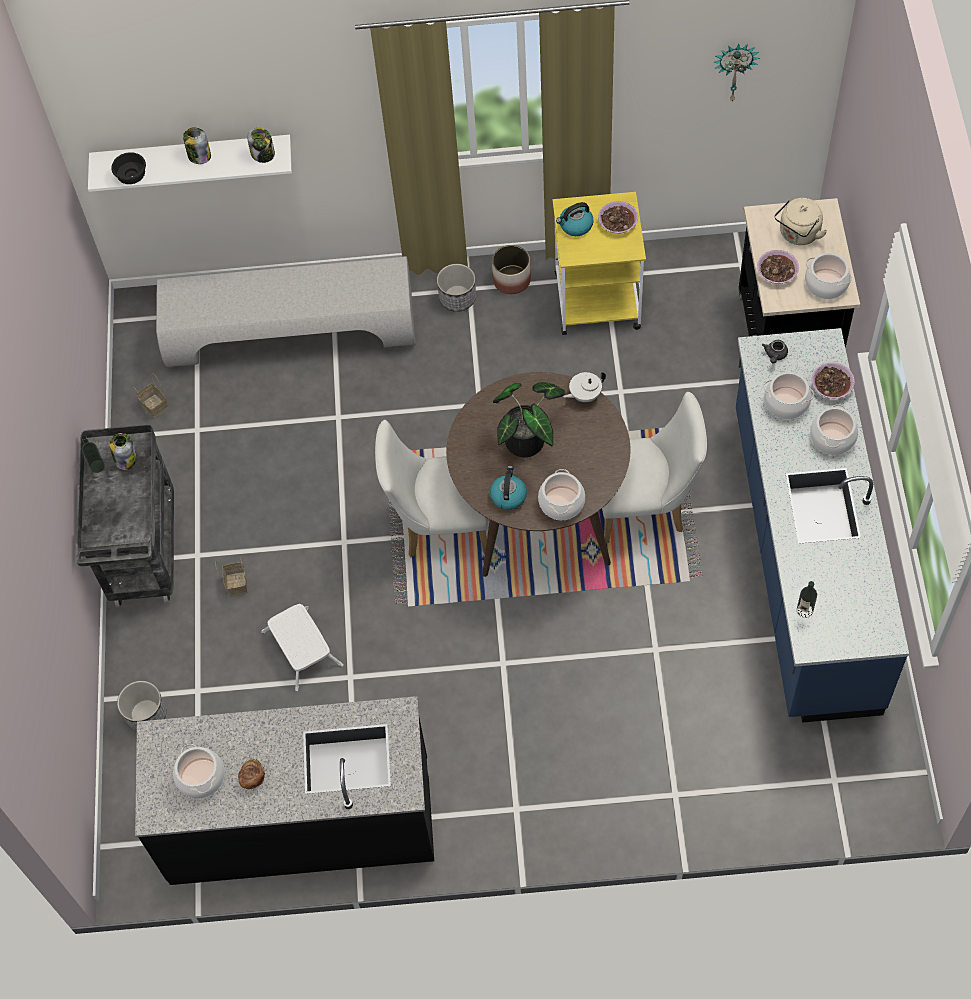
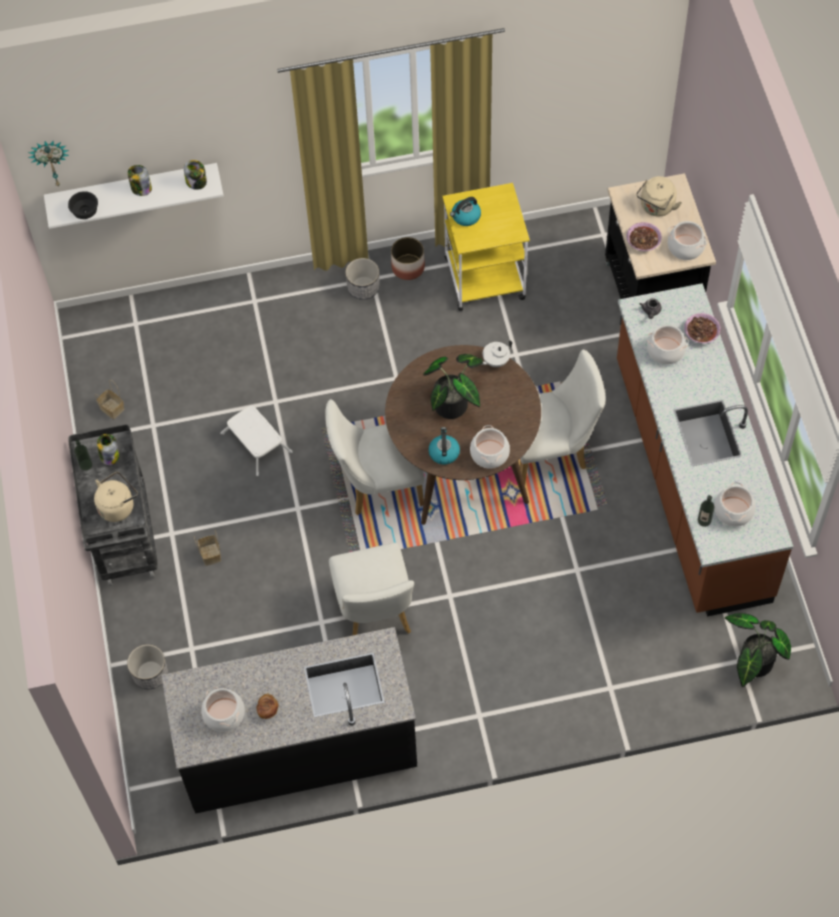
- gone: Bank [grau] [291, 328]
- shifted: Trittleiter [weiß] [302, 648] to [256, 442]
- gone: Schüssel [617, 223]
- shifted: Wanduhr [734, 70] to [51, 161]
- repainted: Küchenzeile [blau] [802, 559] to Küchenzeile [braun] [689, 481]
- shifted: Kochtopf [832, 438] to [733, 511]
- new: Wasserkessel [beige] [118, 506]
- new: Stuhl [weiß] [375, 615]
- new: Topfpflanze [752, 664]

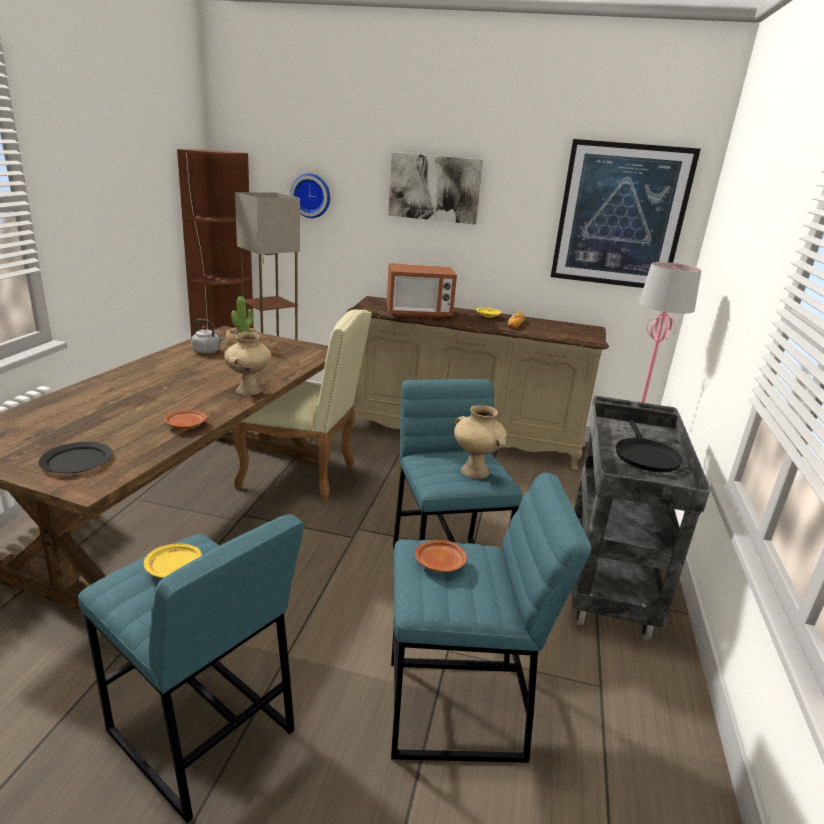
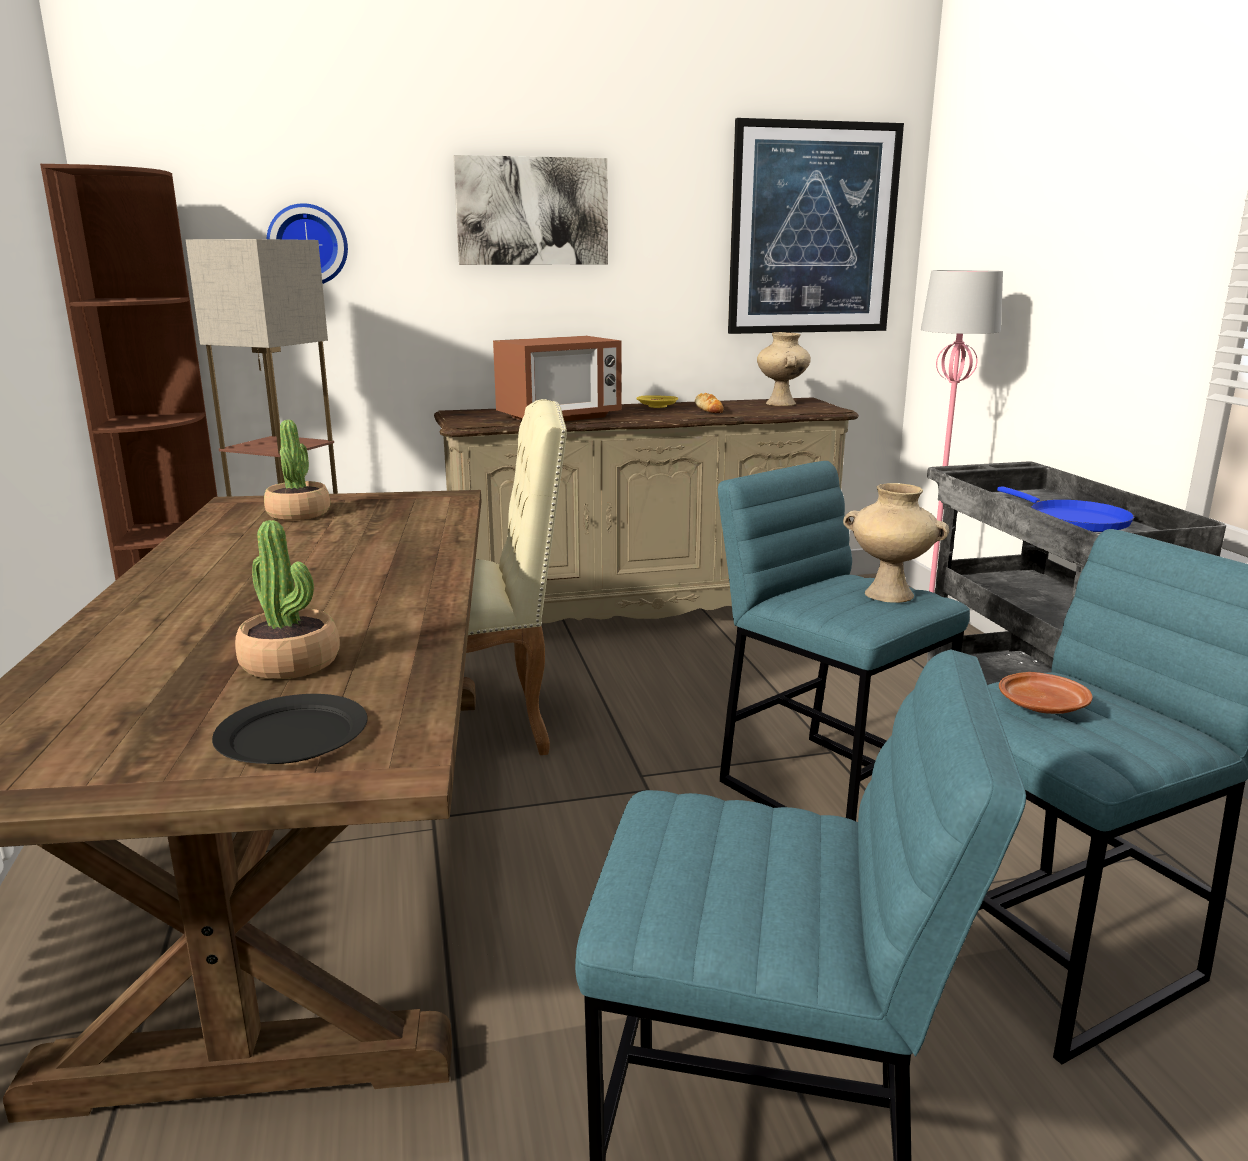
- gone: Teller [gelb] [175, 569]
- gone: Teller [braun] [185, 425]
- gone: Wasserkessel [grau] [208, 351]
- shifted: Vase [beige] [249, 391] to [781, 404]
- repainted: Pfanne [schwarz] [645, 456] to Pfanne [blau] [1073, 520]
- new: Topfpflanze [290, 663]

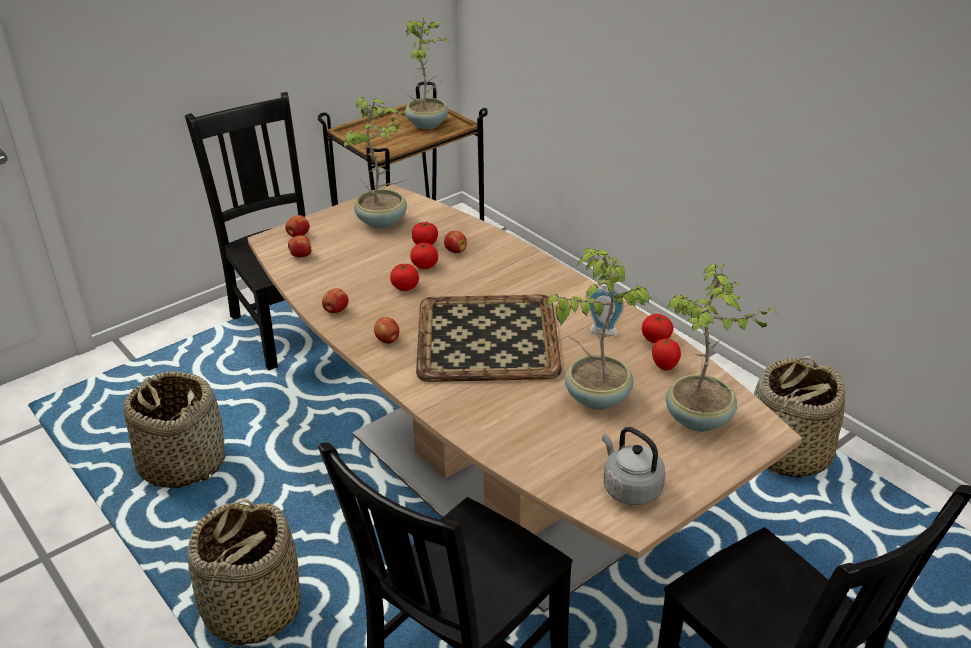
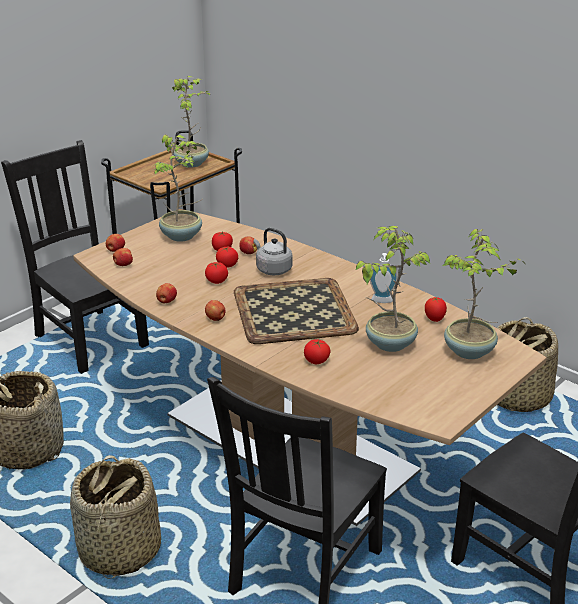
- shifted: Wasserkessel [grau] [629, 488] to [272, 269]
- shifted: Tomate [656, 339] to [316, 361]

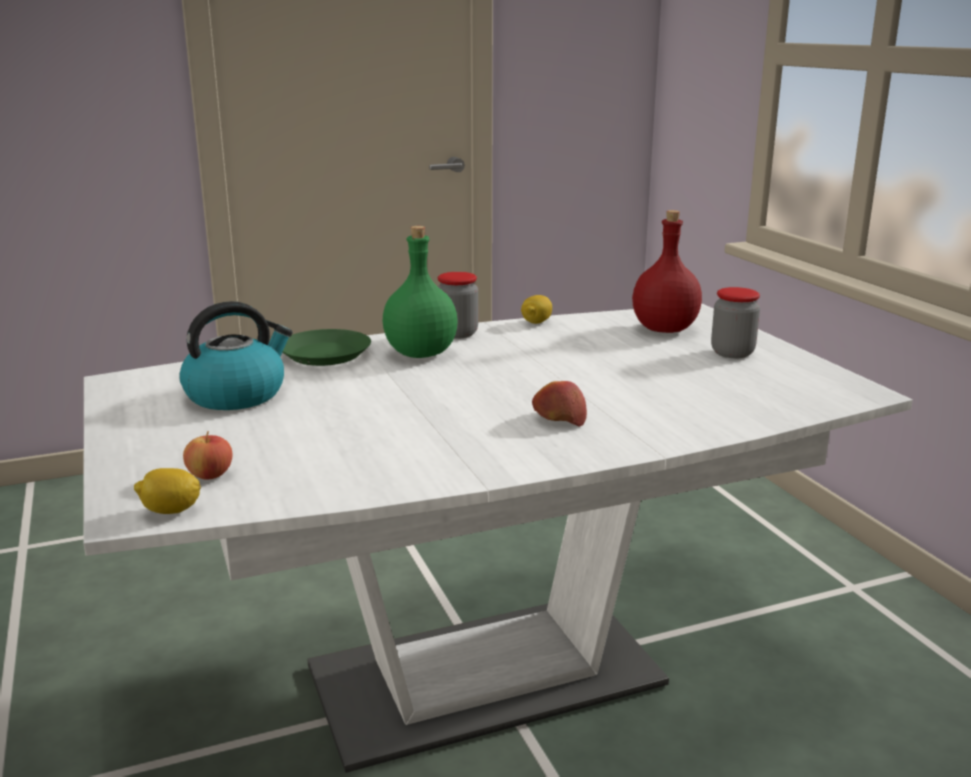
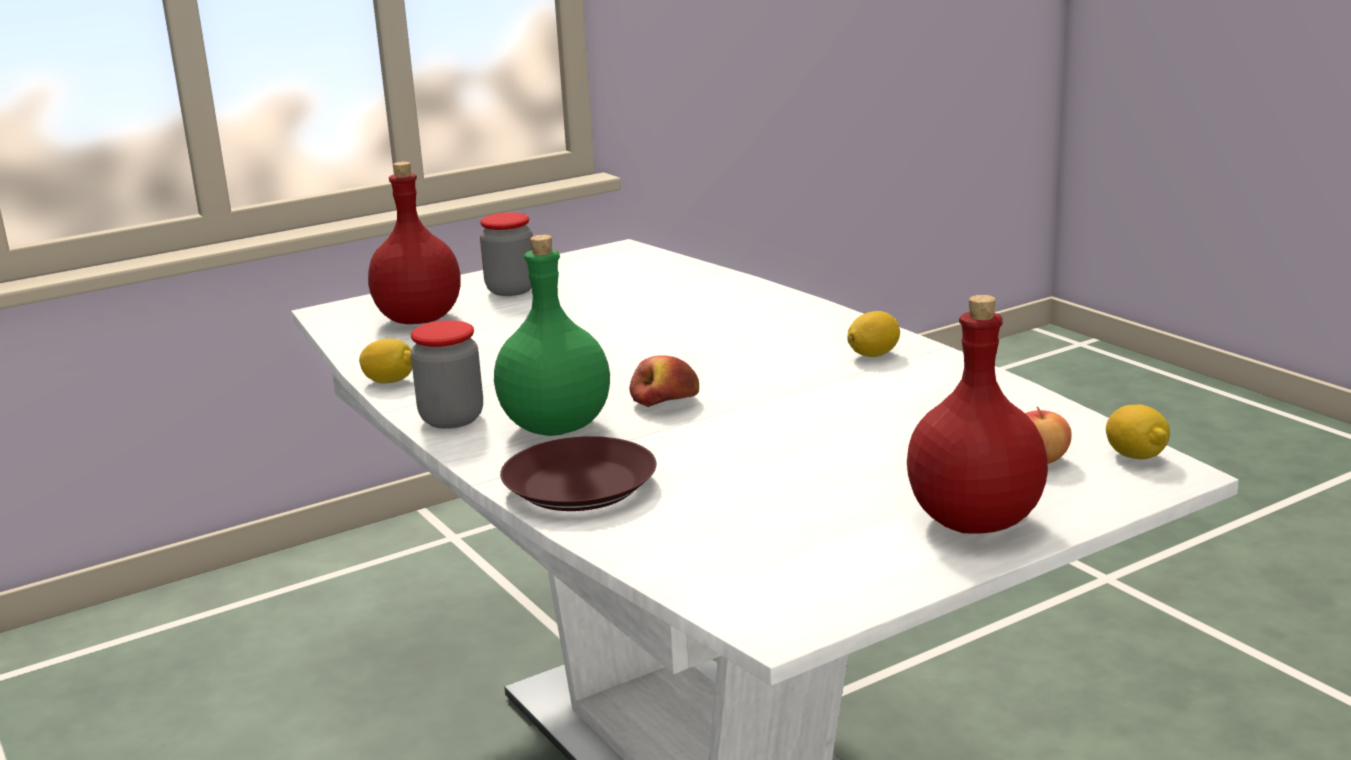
- gone: Wasserkessel [237, 395]
- repainted: Teller [grün] [325, 355] to Teller [braun] [581, 486]
- shifted: Apfel [558, 418] to [665, 402]
- new: Zitrone [874, 354]
- new: Flasche [rot] [977, 521]

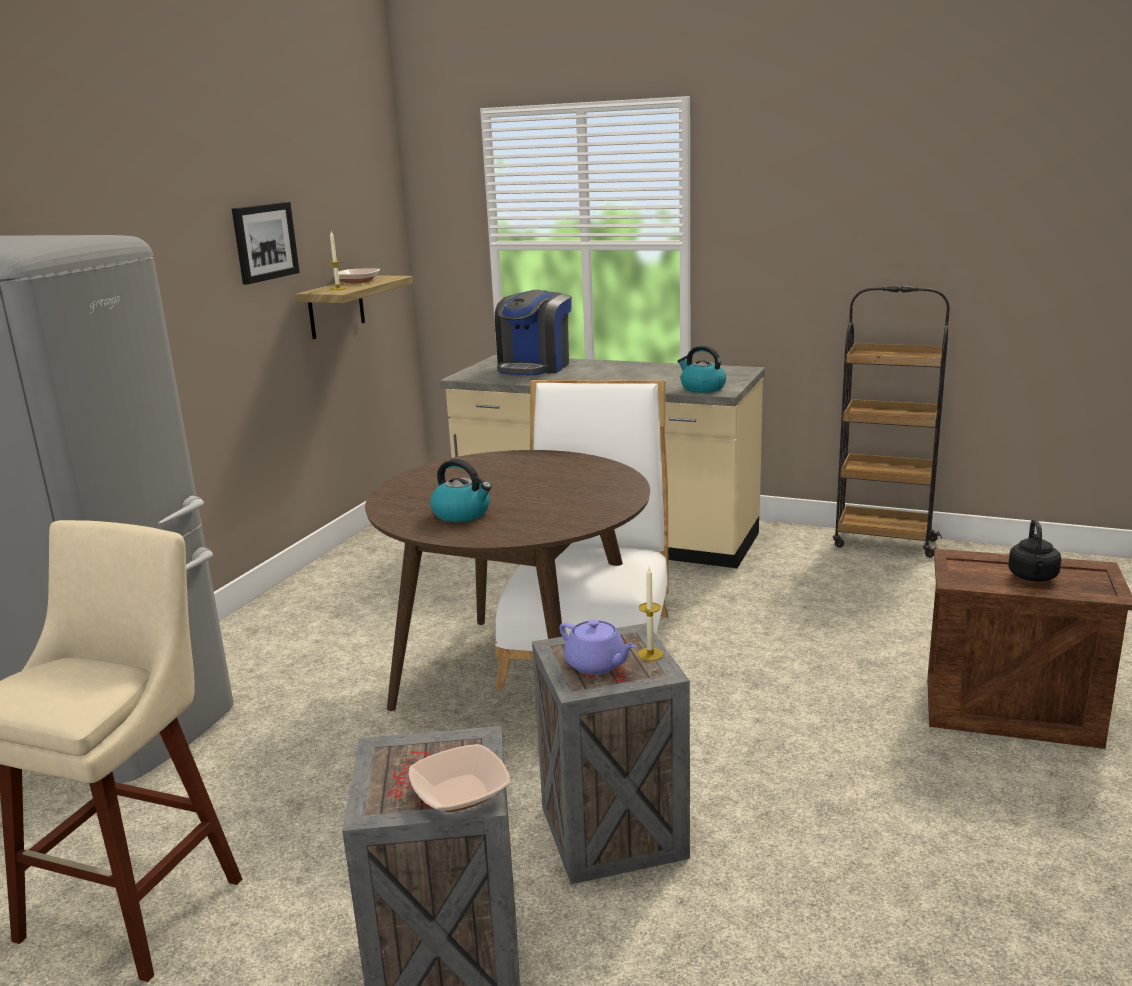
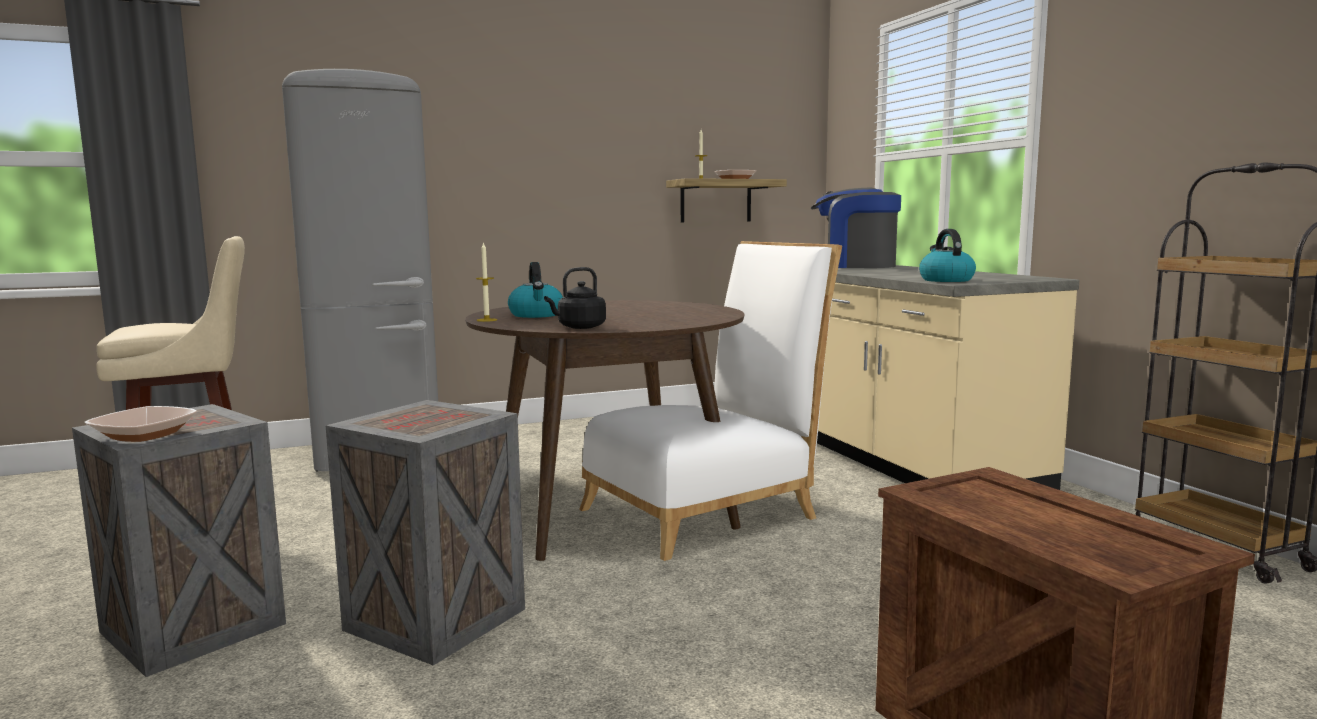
- gone: Bild [264, 242]
- rotated: Kaffeemaschine [534, 367] = [854, 266] 45 degrees clockwise
- gone: Teekanne [lila] [596, 665]
- shifted: Kerze [650, 654] to [486, 320]
- shifted: Wasserkessel [schwarz] [1033, 577] to [579, 327]

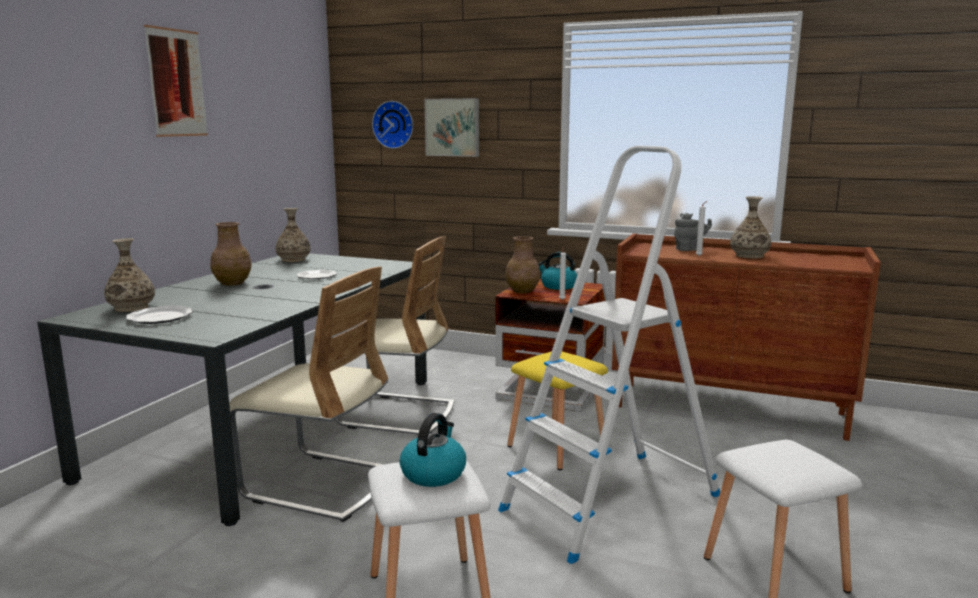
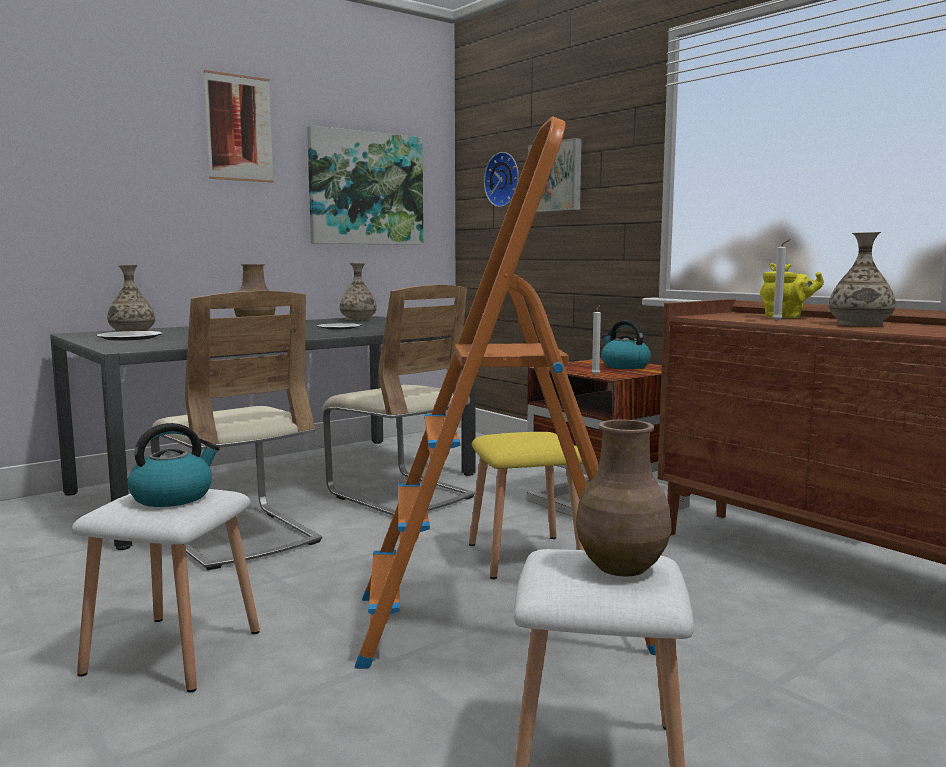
- repainted: Trittleiter [weiß] [610, 502] to Trittleiter [orange] [500, 624]
- shifted: Vase [braun] [523, 291] to [622, 567]
- repainted: Teekanne [grau] [689, 249] to Teekanne [gelb] [786, 318]
- new: Bild [366, 188]

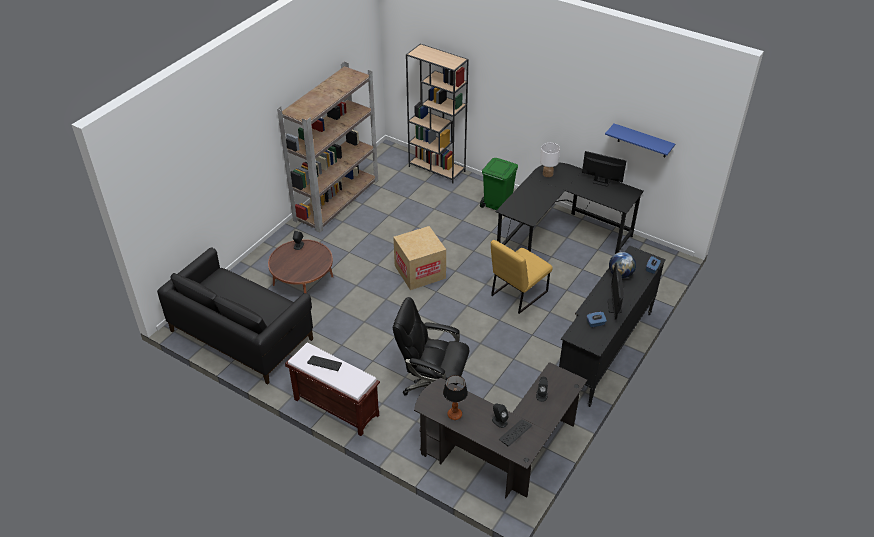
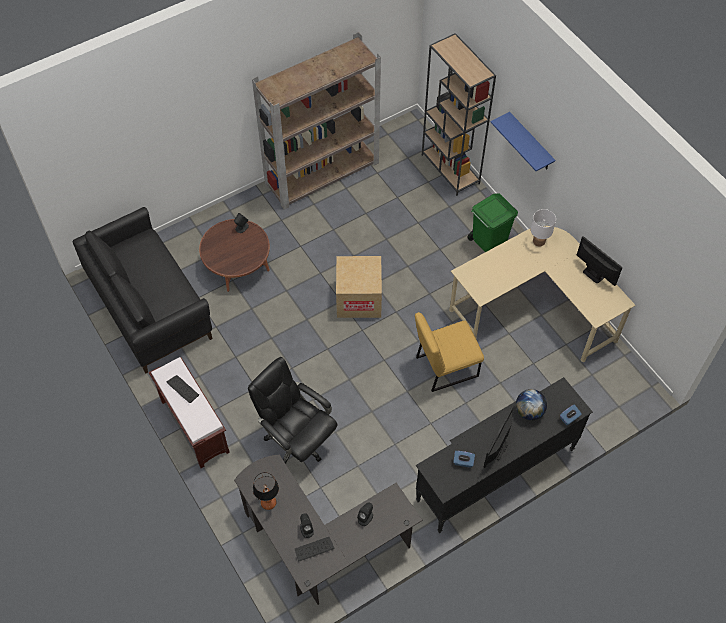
- repainted: Schreibtisch [schwarz] [559, 235] to Schreibtisch [beige] [534, 309]
- shifted: Wandregal [blau] [642, 141] to [530, 142]

